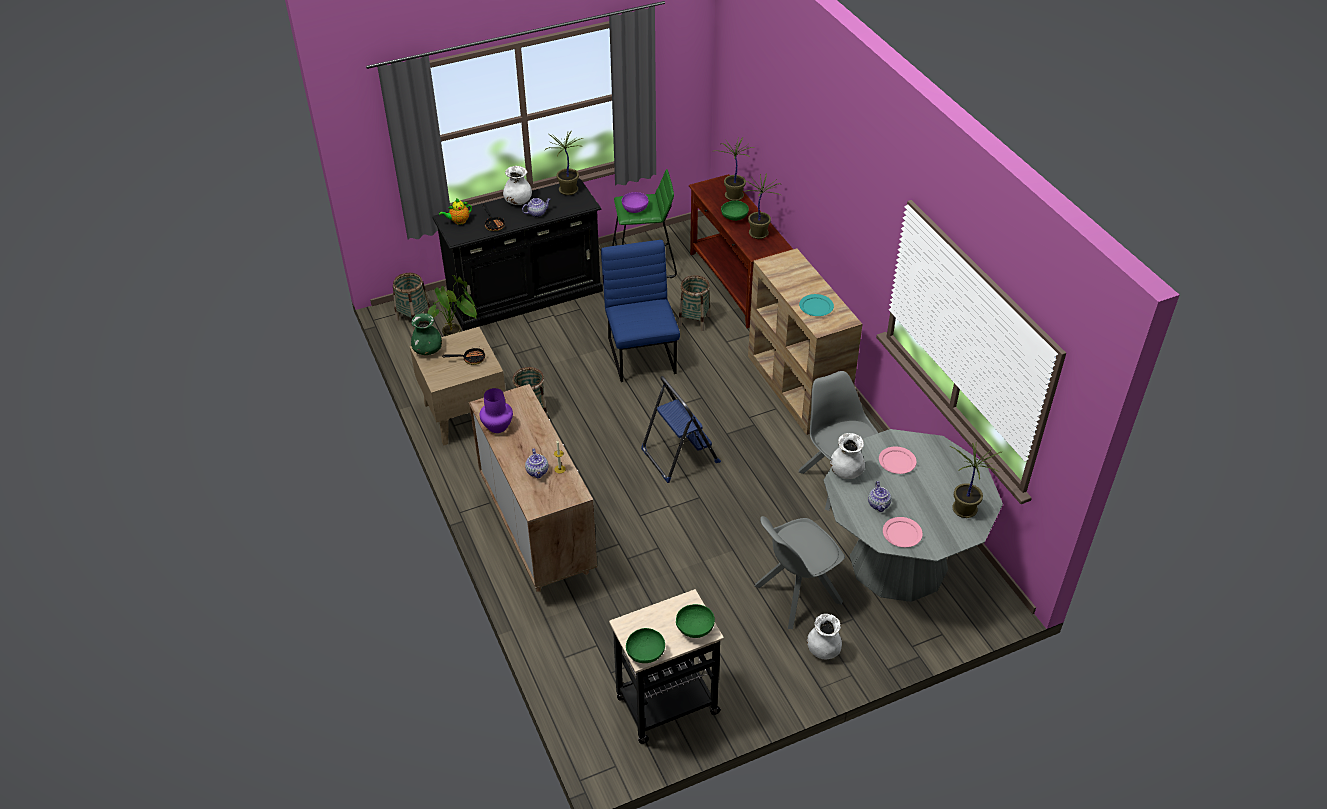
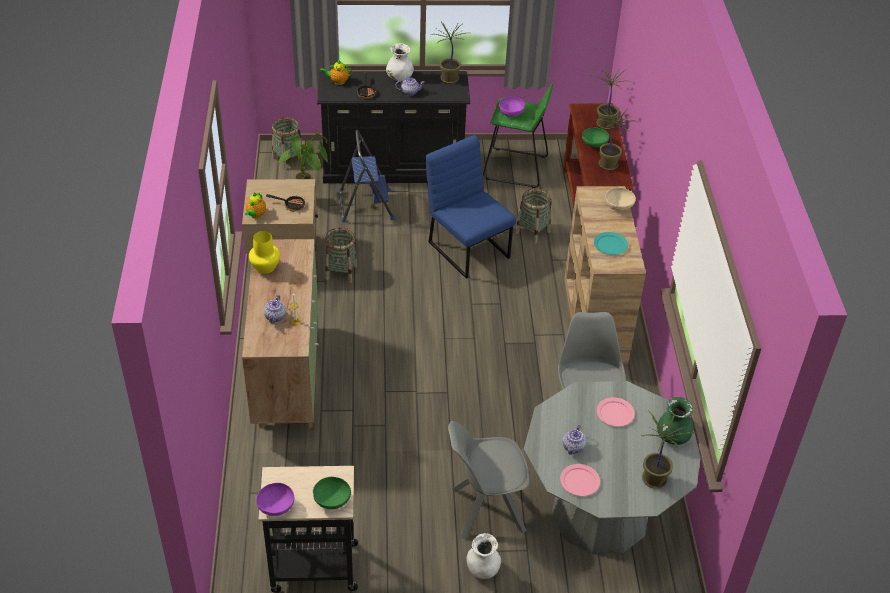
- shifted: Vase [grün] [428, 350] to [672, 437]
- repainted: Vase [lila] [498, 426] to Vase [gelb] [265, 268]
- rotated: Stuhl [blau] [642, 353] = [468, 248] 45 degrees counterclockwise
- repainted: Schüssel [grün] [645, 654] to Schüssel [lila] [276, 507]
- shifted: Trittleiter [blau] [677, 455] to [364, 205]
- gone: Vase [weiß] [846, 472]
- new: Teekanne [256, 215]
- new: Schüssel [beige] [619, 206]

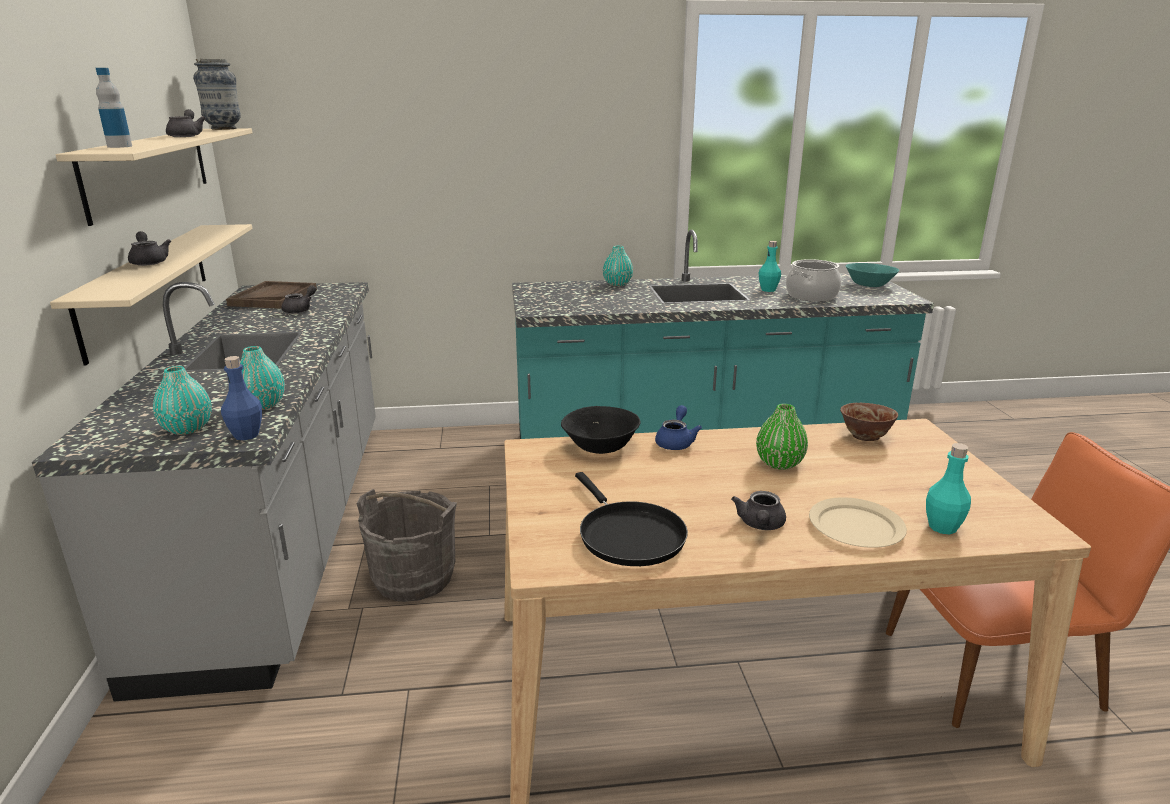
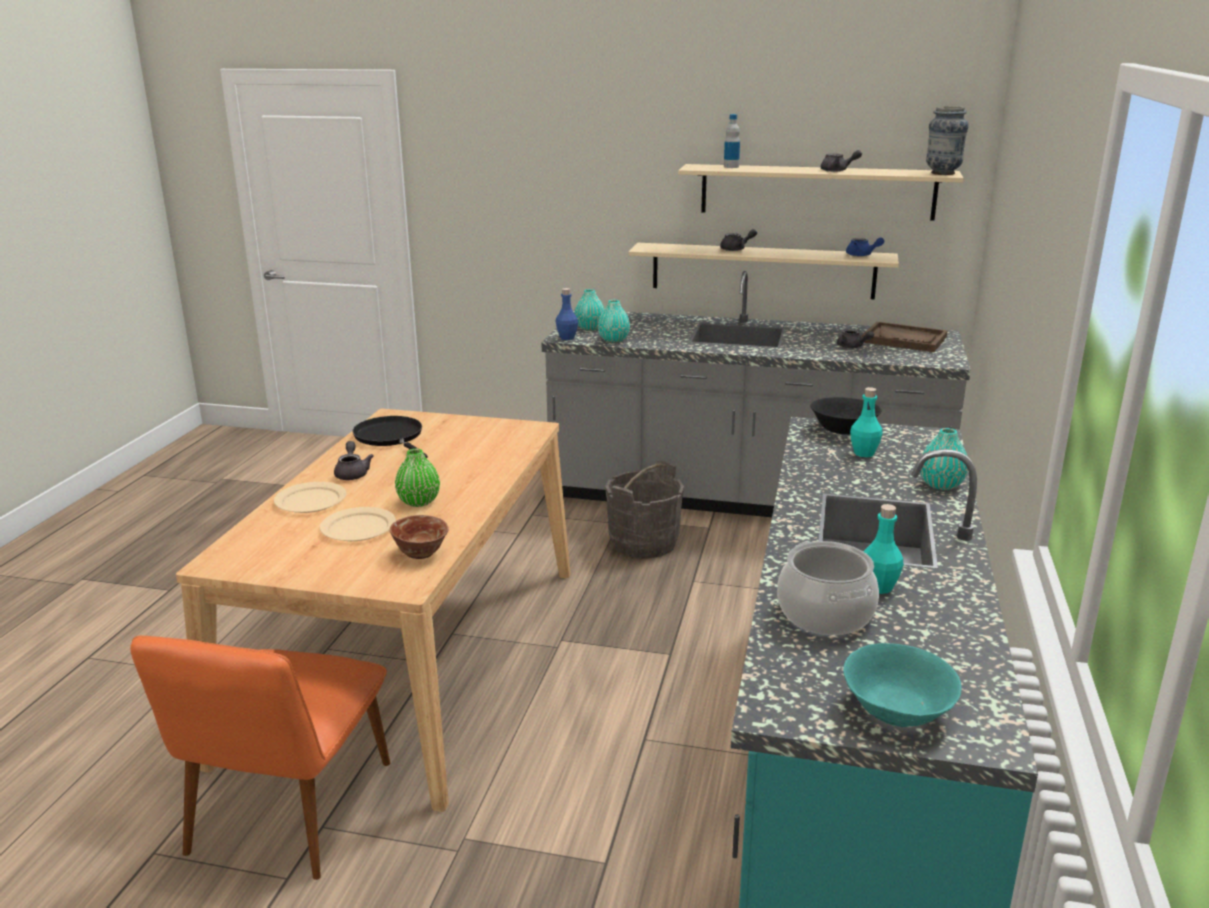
- shifted: Schüssel [schwarz] [601, 446] to [843, 430]
- rotated: Pfanne [schwarz] [628, 535] = [391, 437] 60 degrees clockwise
- shifted: Teekanne [blau] [676, 442] to [862, 255]
- rotated: Teekanne [grau] [760, 525] = [352, 473] 45 degrees clockwise
- shifted: Flasche [türkis] [942, 527] to [864, 453]
- new: Teller [beige] [358, 527]

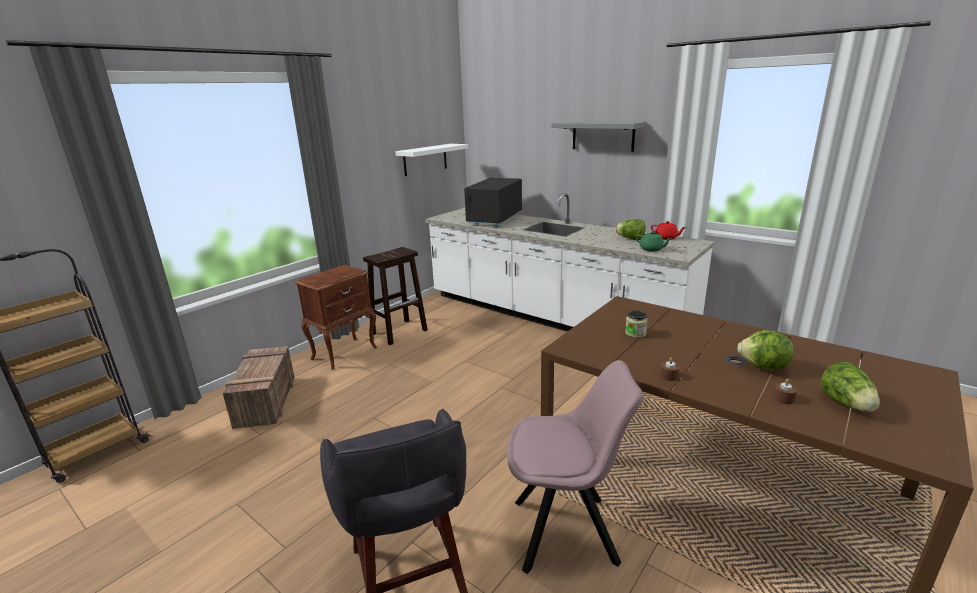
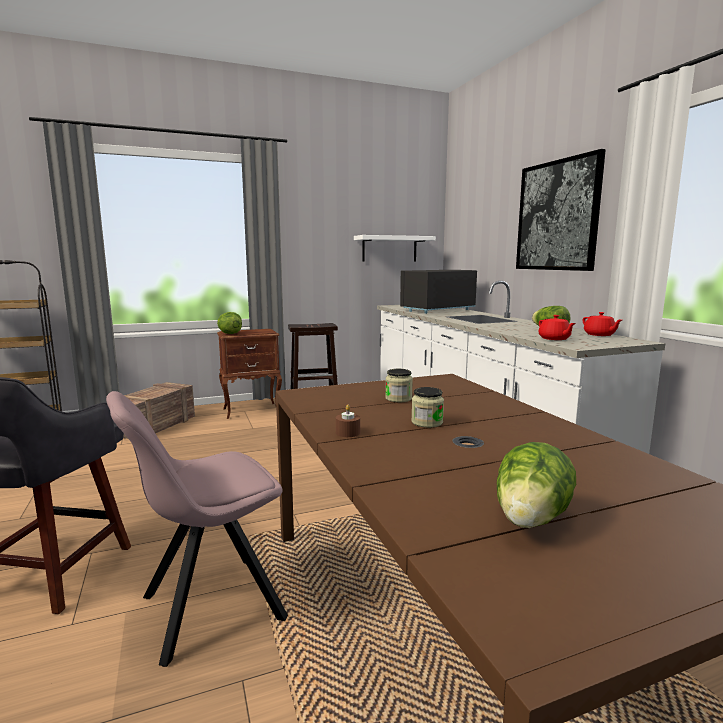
- rotated: Stuhl [rosa] [565, 532] = [211, 607] 120 degrees clockwise
- swapped: Wandregal [grau] [603, 136] to Bild [557, 216]
- repainted: Teekanne [grün] [651, 249] to Teekanne [rot] [554, 339]
- shifted: Salatkopf [763, 367] to [229, 333]
- gone: Kerze [braun] [783, 398]
- new: Vorratsglas [427, 422]

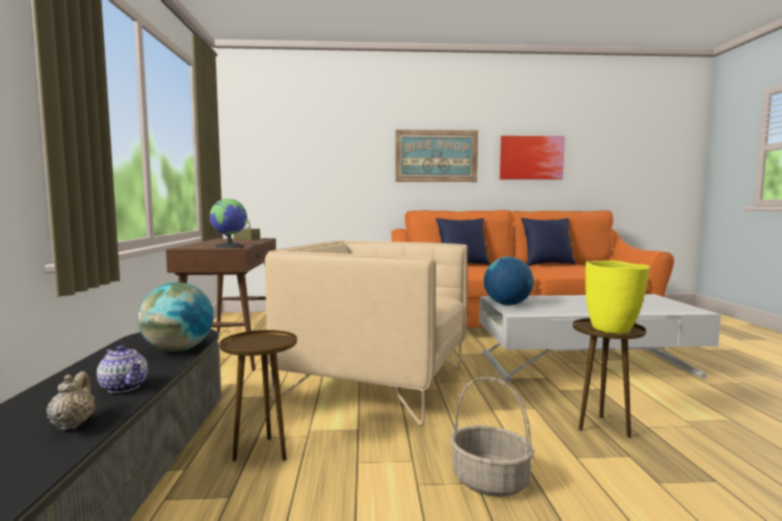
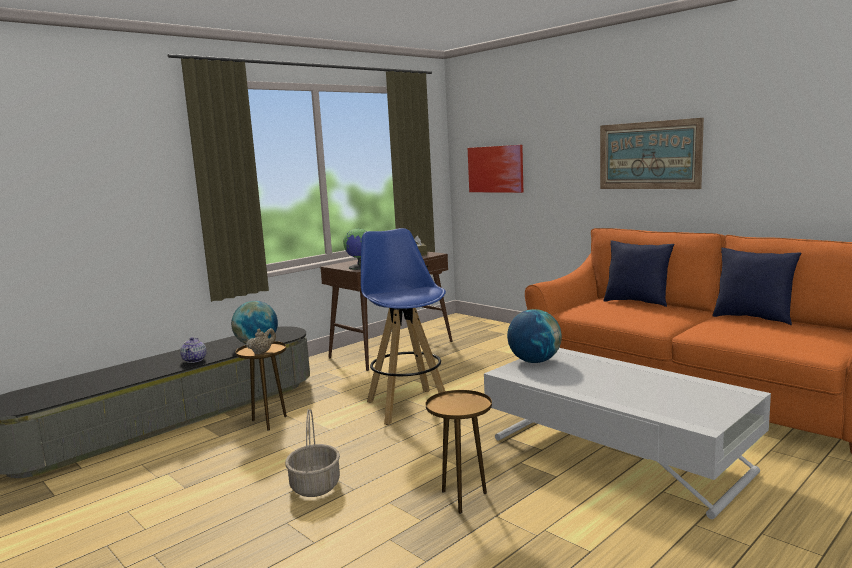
- shifted: Teekanne [beige] [73, 424] to [262, 352]
- swapped: Sessel [beige] [376, 384] to Hocker [blau] [408, 405]
- shifted: Bild [531, 158] to [495, 169]
- gone: Vase [gelb] [612, 329]

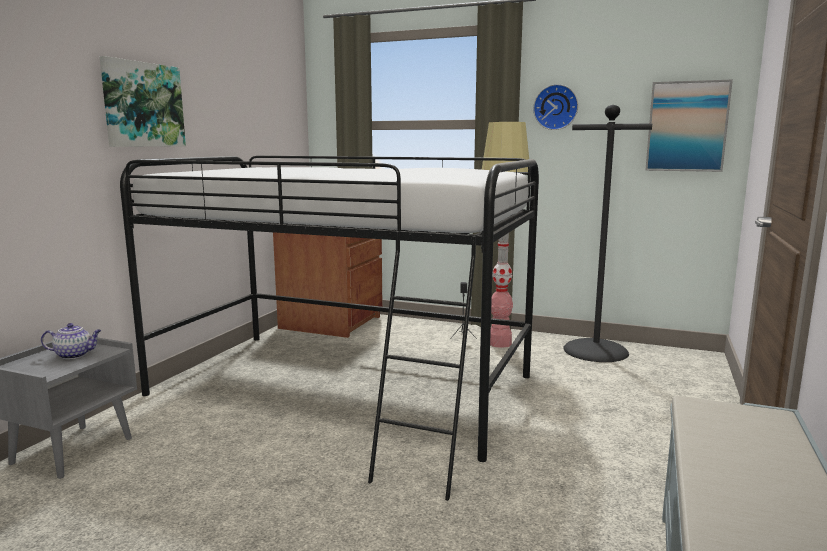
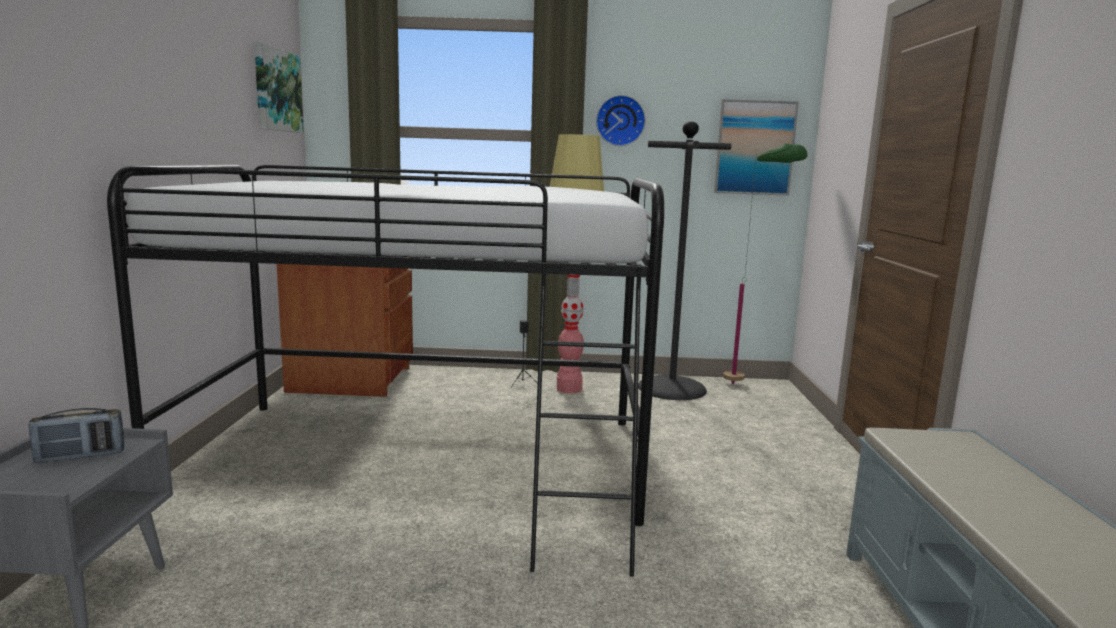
- swapped: Teekanne [75, 355] to Radio [80, 456]
- shifted: Bild [143, 105] to [276, 90]
- new: Stehlampe [grün] [751, 385]

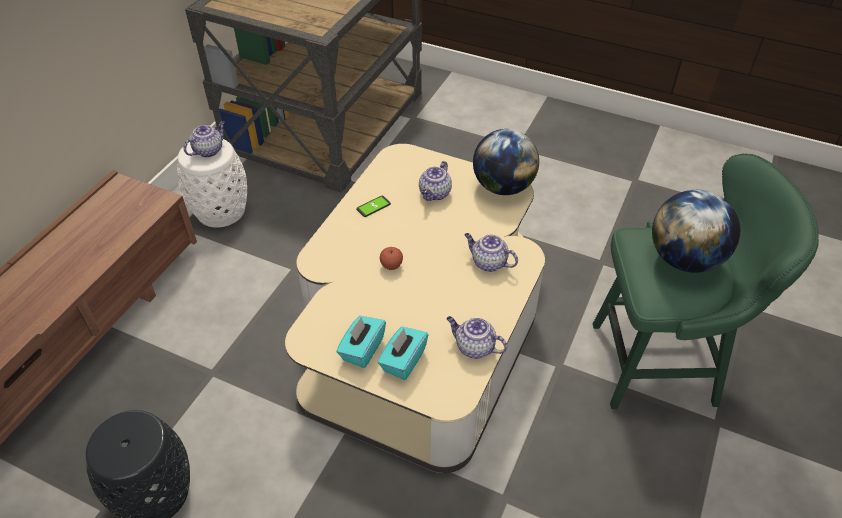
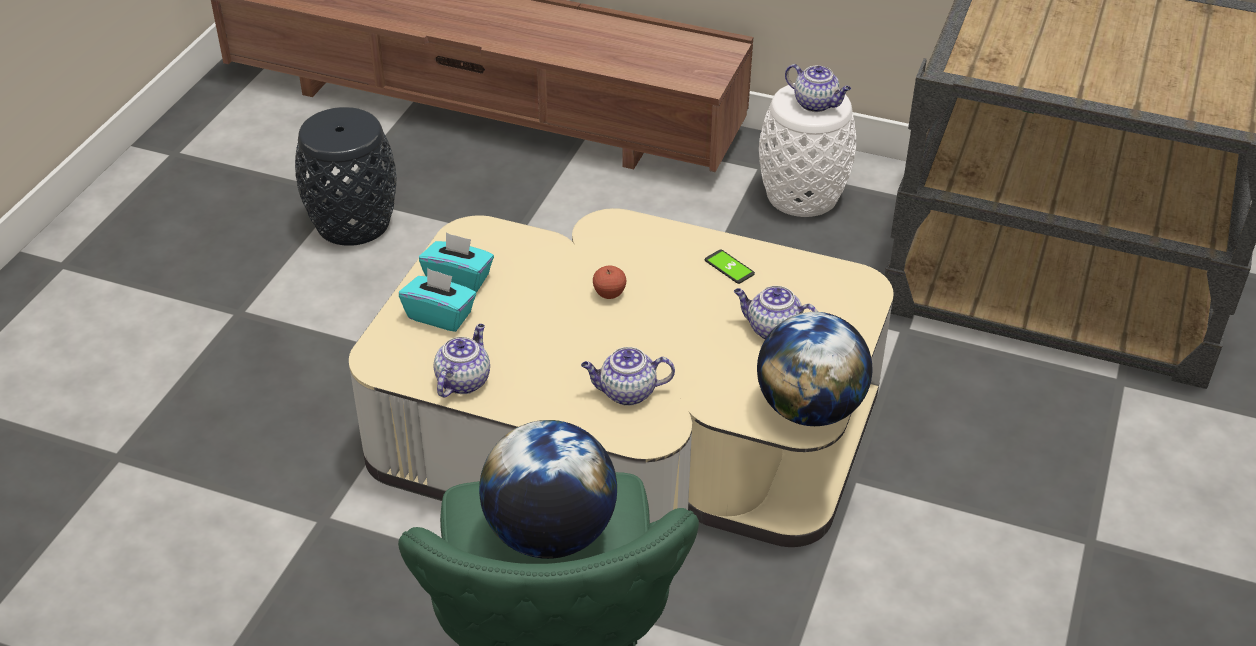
- rotated: Teekanne [488, 263] = [626, 393] 120 degrees counterclockwise

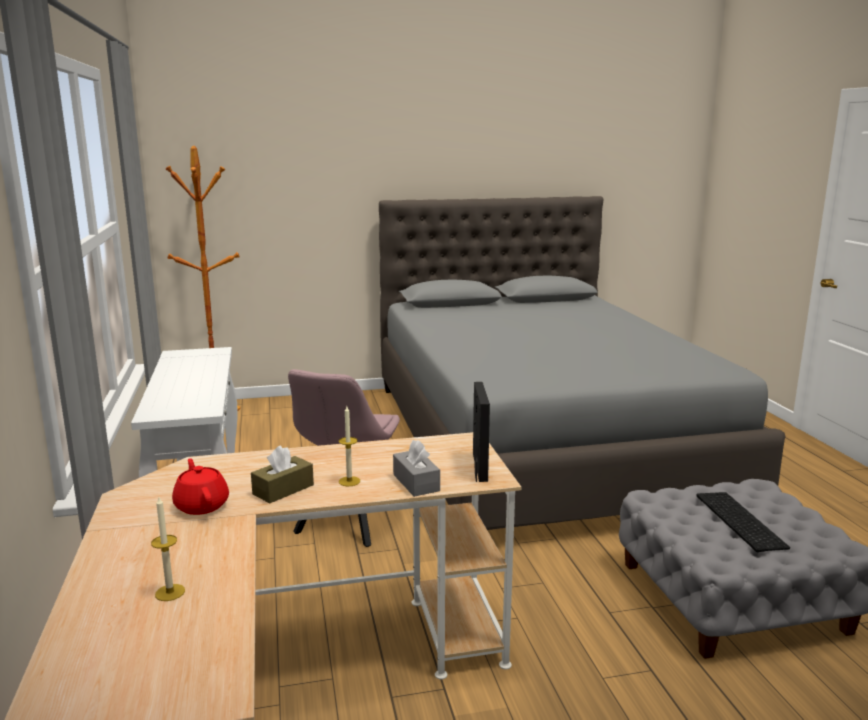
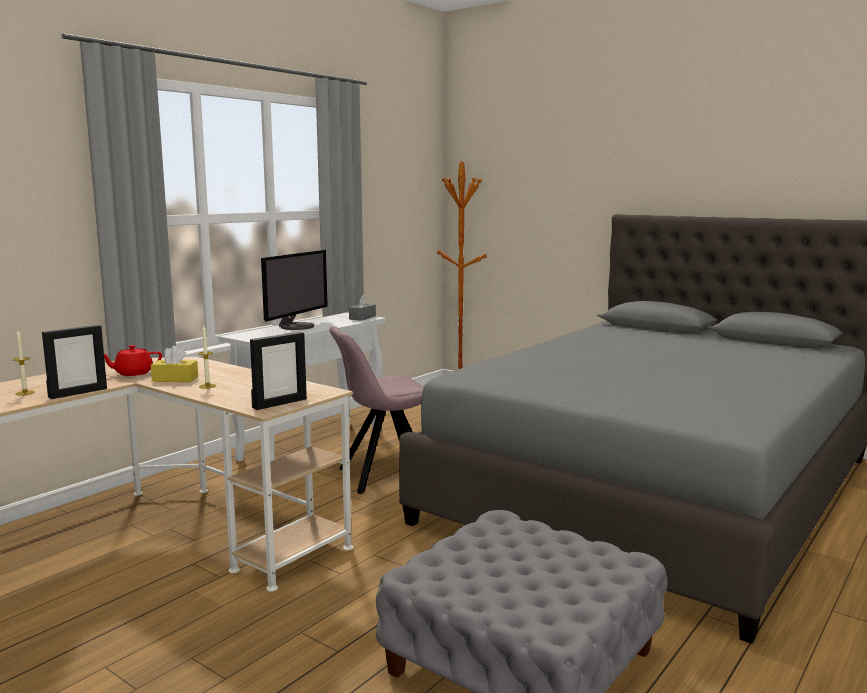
- rotated: Teekanne [rot] [202, 505] = [133, 373] 135 degrees counterclockwise
- repainted: Taschentuchbox [braun] [283, 489] to Taschentuchbox [gelb] [175, 379]
- shifted: Taschentuchbox [grau] [416, 483] to [362, 317]
- gone: Tastatur [737, 520]
- new: Bilderrahmen [78, 393]
- new: Monitor [296, 326]

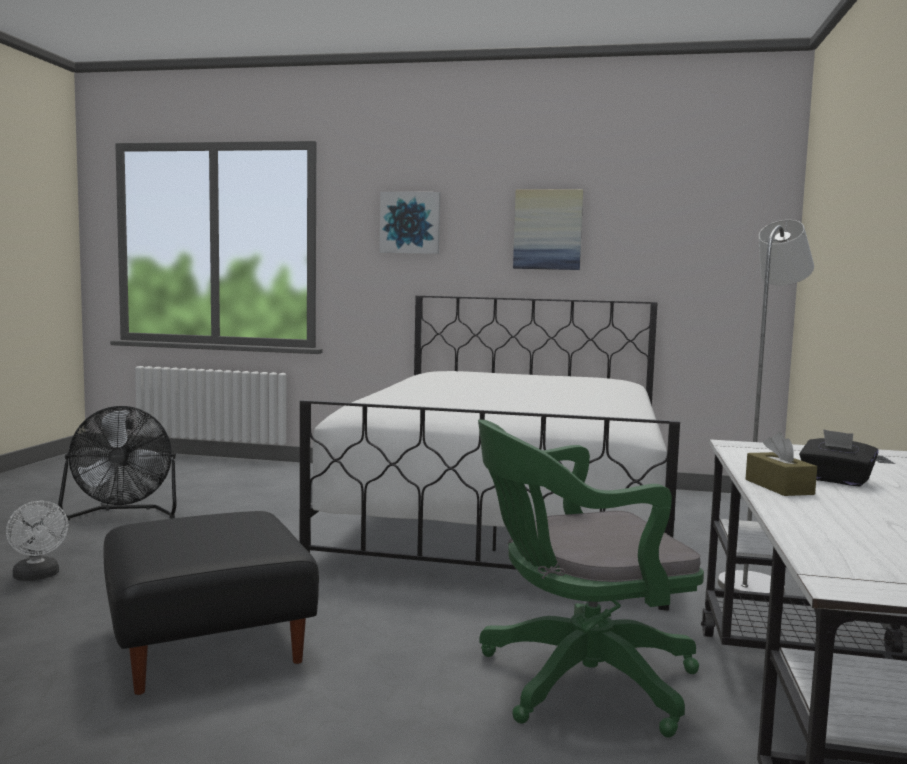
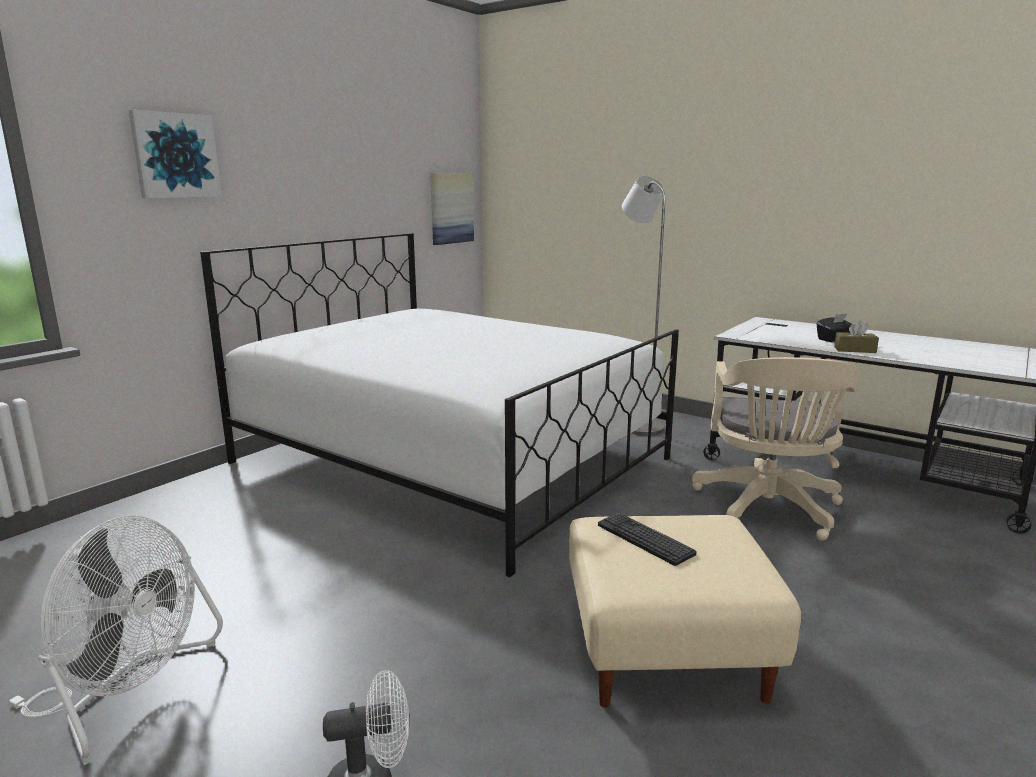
- repainted: Ventilator [schwarz] [120, 513] to Ventilator [weiß] [122, 694]
- repainted: Polsterhocker [schwarz] [209, 644] to Polsterhocker [beige] [667, 649]
- repainted: Bürostuhl [grün] [577, 682] to Bürostuhl [beige] [768, 510]
- shifted: Bild [547, 230] to [451, 208]
- new: Tastatur [645, 539]

